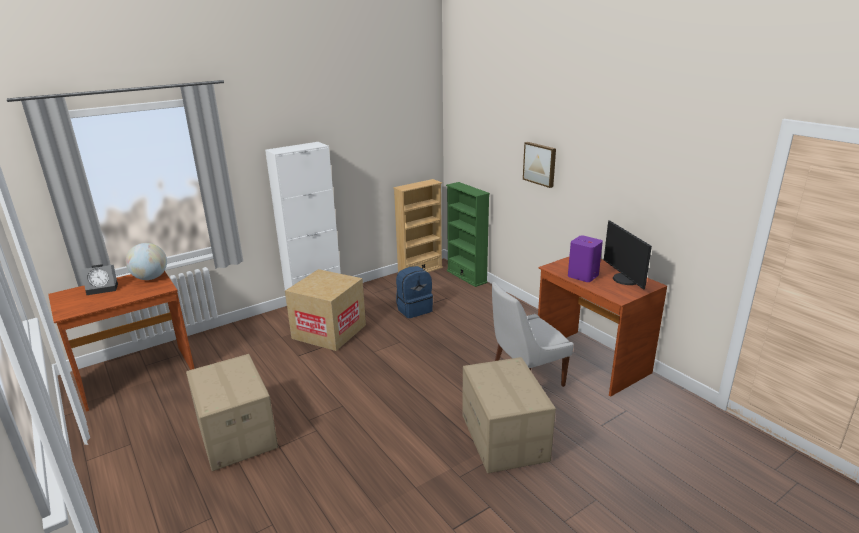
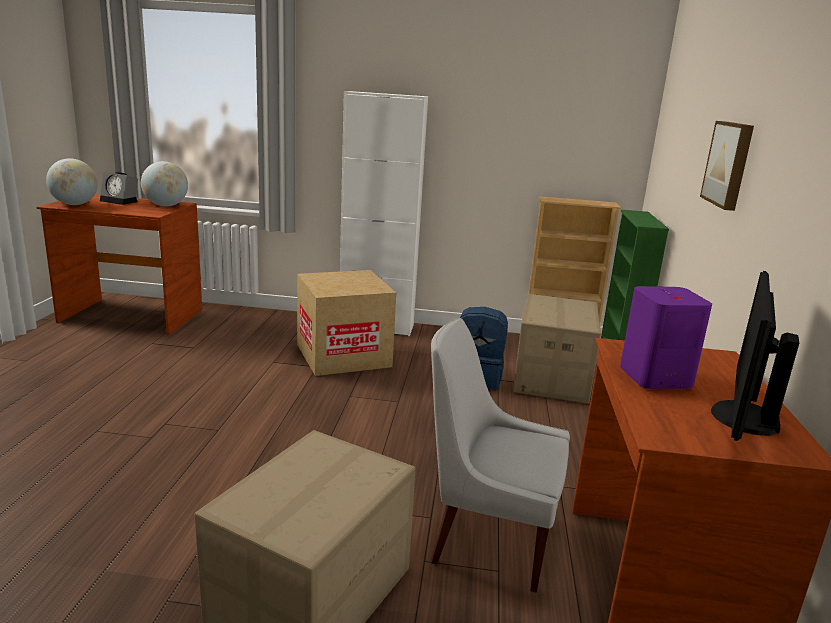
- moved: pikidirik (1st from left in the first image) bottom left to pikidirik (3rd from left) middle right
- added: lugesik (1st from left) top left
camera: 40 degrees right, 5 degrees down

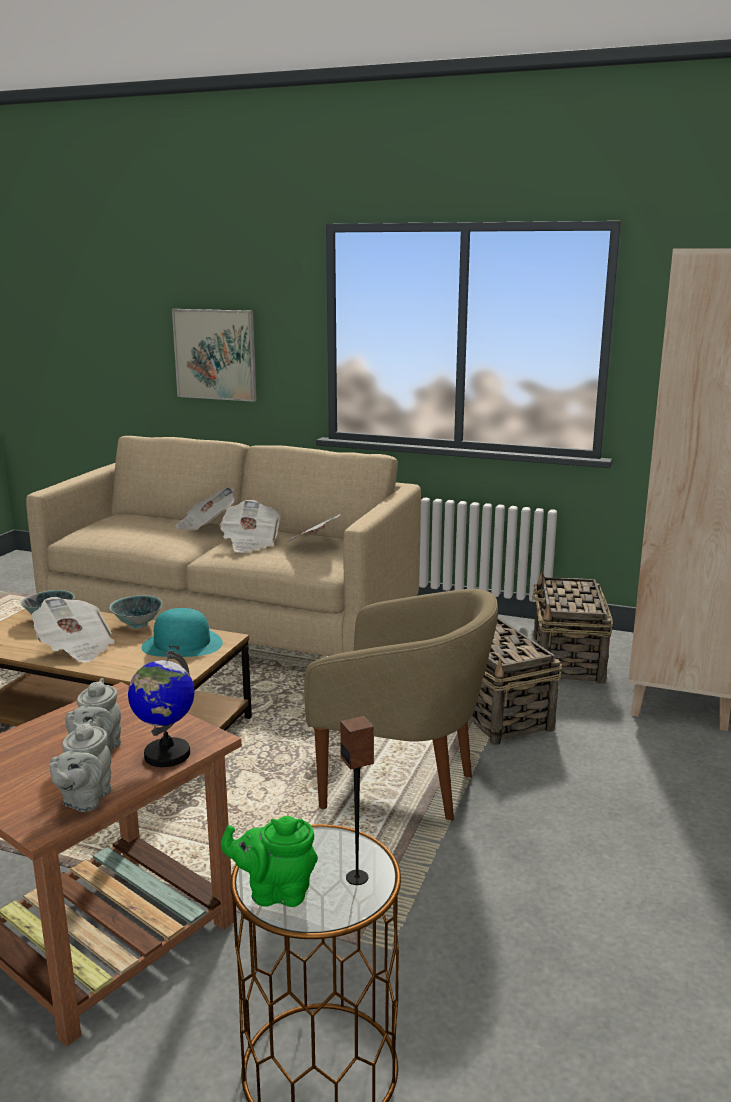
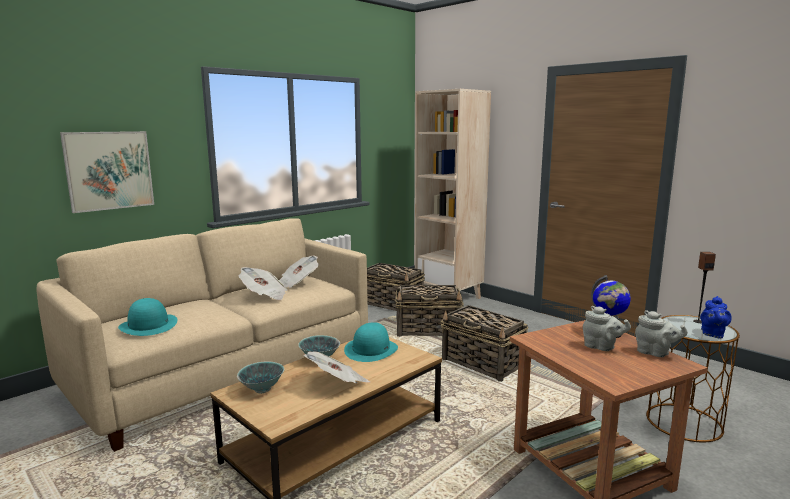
- removed: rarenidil (2nd from left) middle left
- replaced: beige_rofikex centre to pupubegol (3rd from left) bottom centre
- recoloured: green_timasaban bottom centre to blue_timasaban middle right
- added: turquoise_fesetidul (1st from left) middle left
camera: 65 degrees left, 5 degrees down

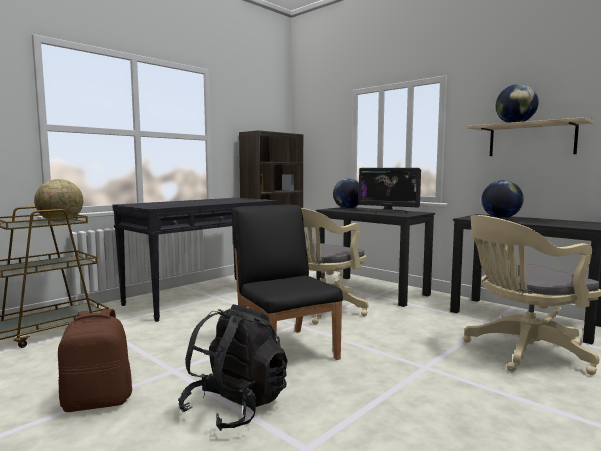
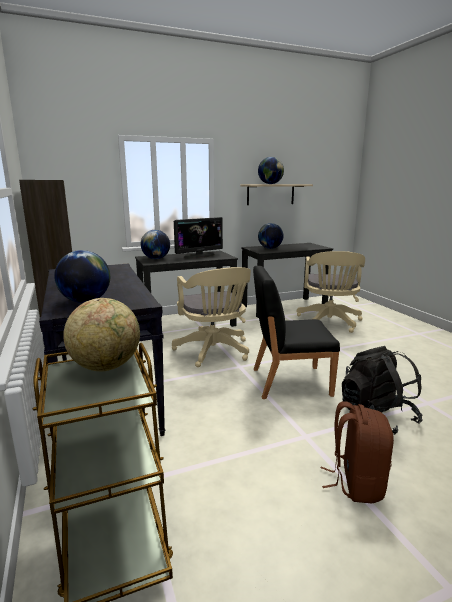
- added: lugesik (1st from left) middle left
camera: 65 degrees left, 10 degrees up

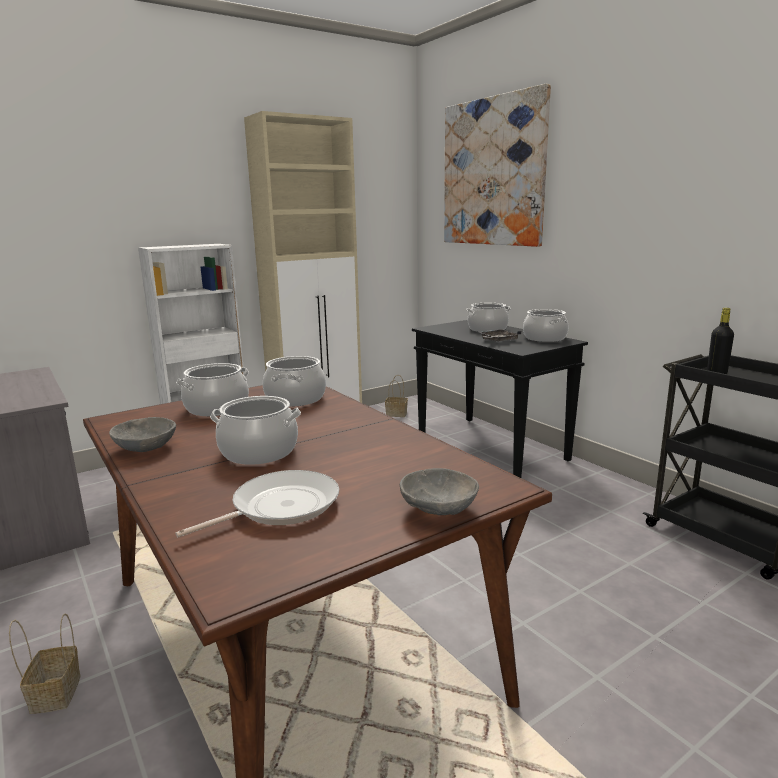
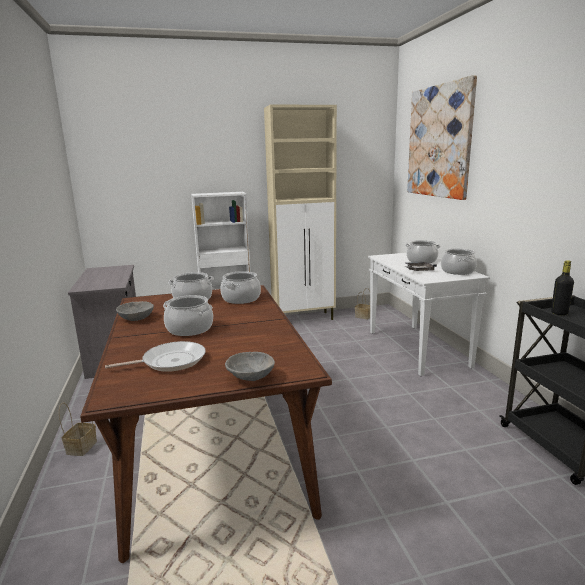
- recoloured: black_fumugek centre to white_fumugek middle right
camera: 20 degrees right, 0 degrees up

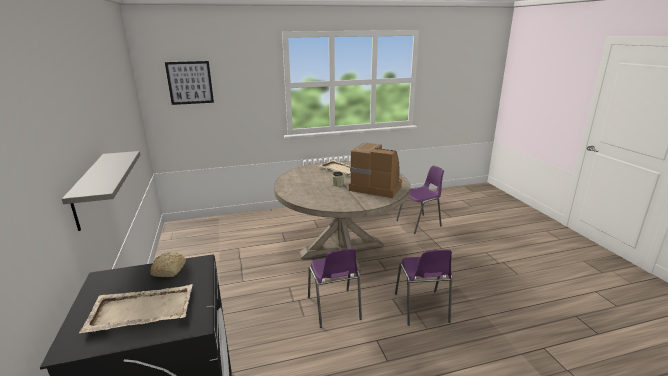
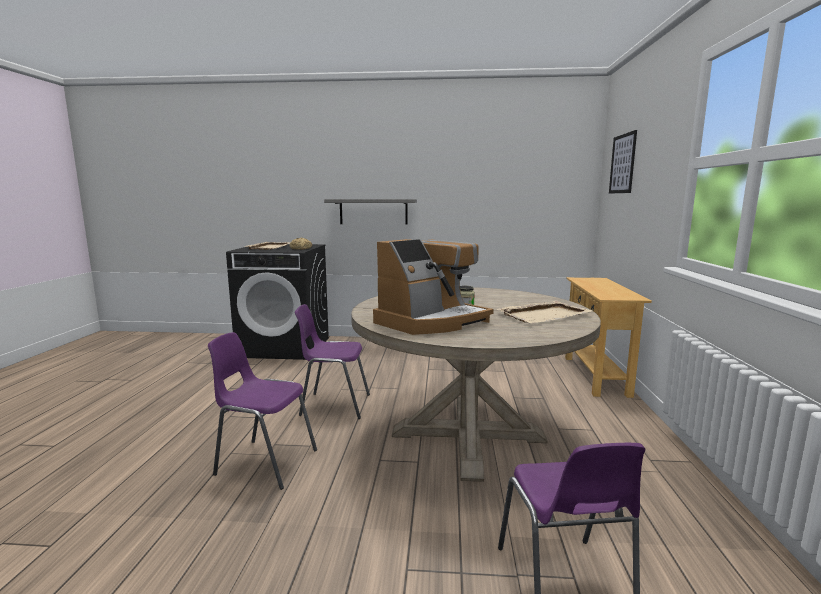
- added: beige_fumugek middle right
camera: 110 degrees right, 10 degrees down

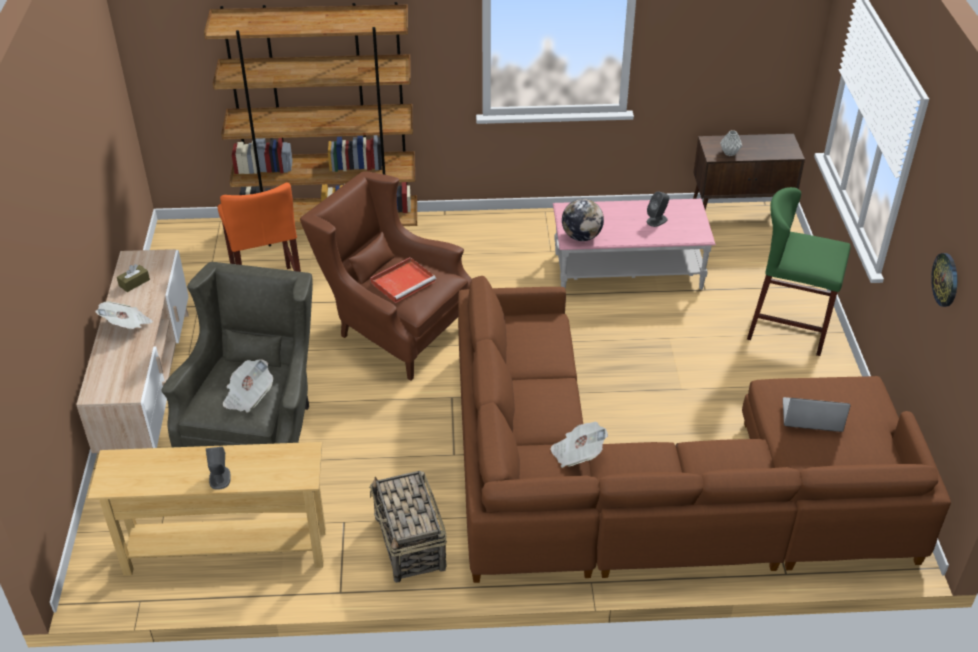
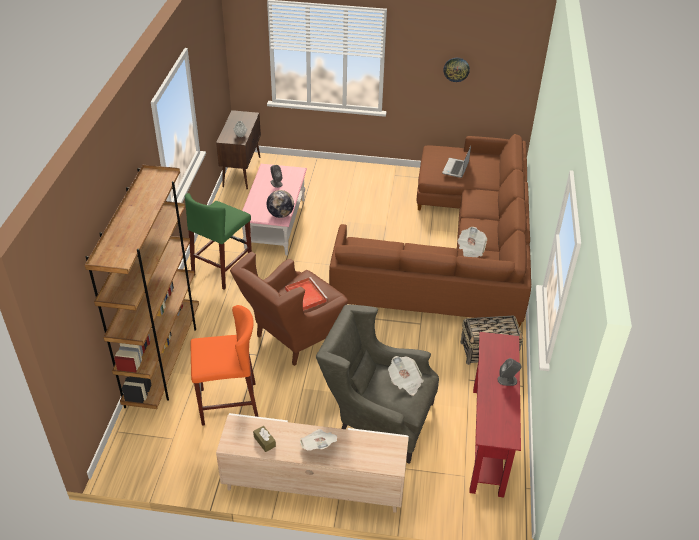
- moved: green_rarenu middle right to middle left
- recoloured: beige_fumugek bottom left to red_fumugek bottom right
camera: 80 degrees left, 0 degrees up

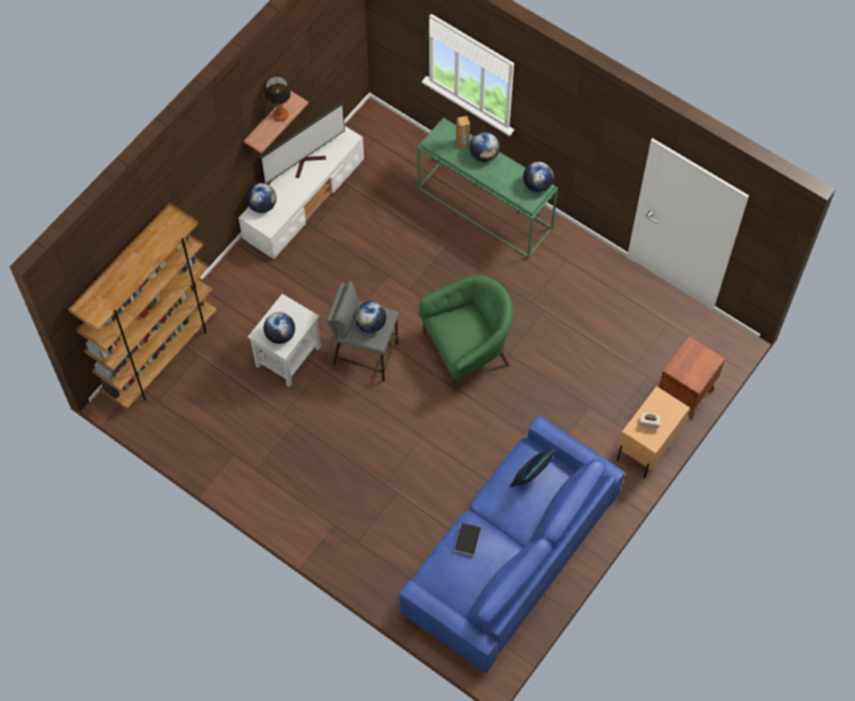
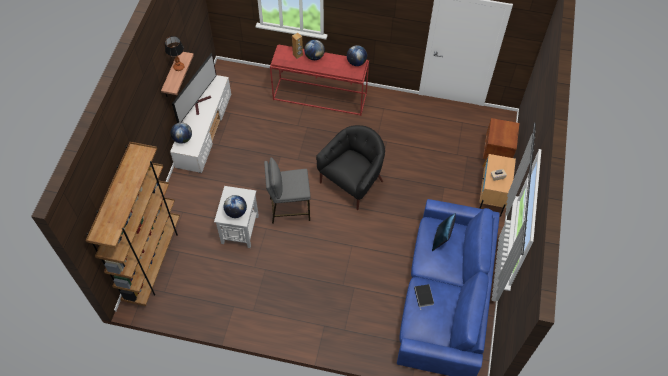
- recoloured: green_fumugek top centre to red_fumugek top centre
- recoloured: green_rofikex centre to black_rofikex centre
- removed: lugesik (3rd from left) centre
camera: 25 degrees left, 5 degrees down

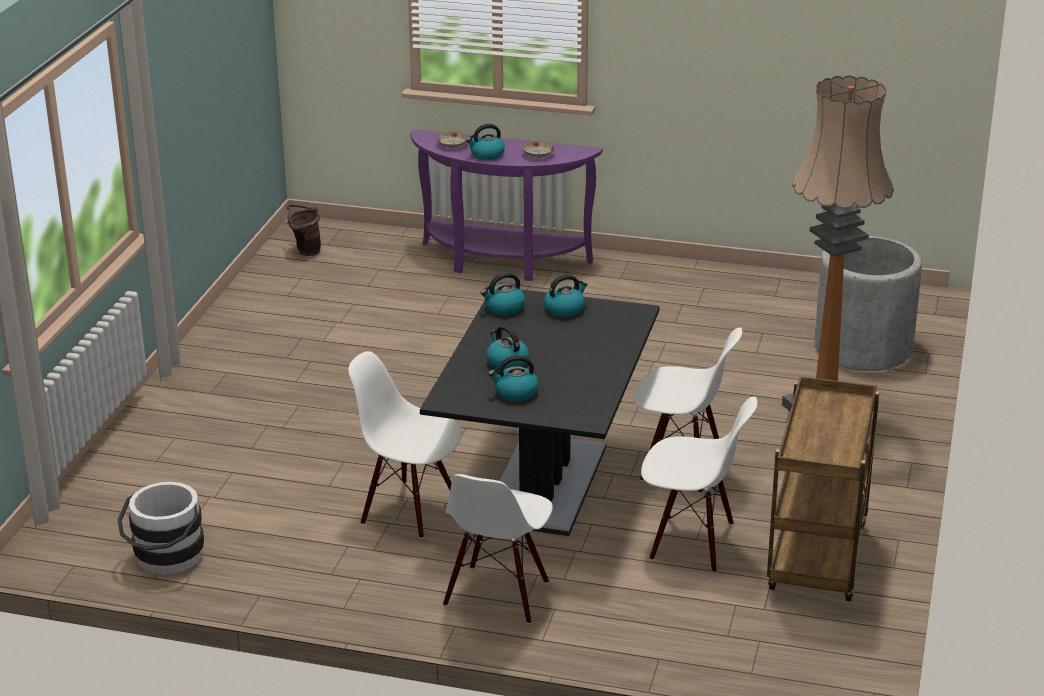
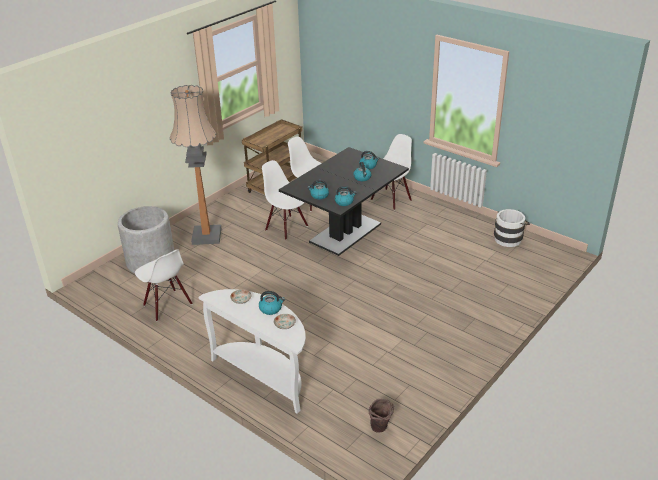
- recoloured: purple_fumugek top centre to white_fumugek bottom centre
- moved: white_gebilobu (1st from left) centre to middle left
camera: 155 degrees left, 5 degrees up

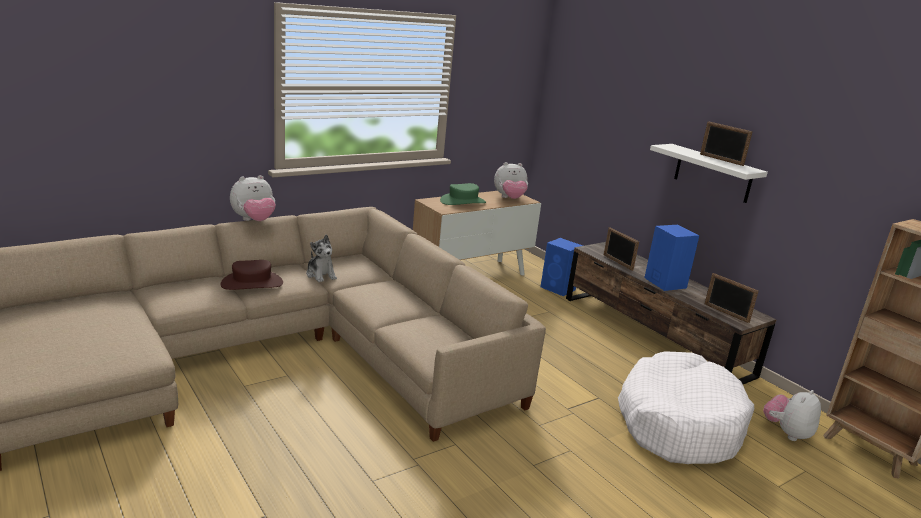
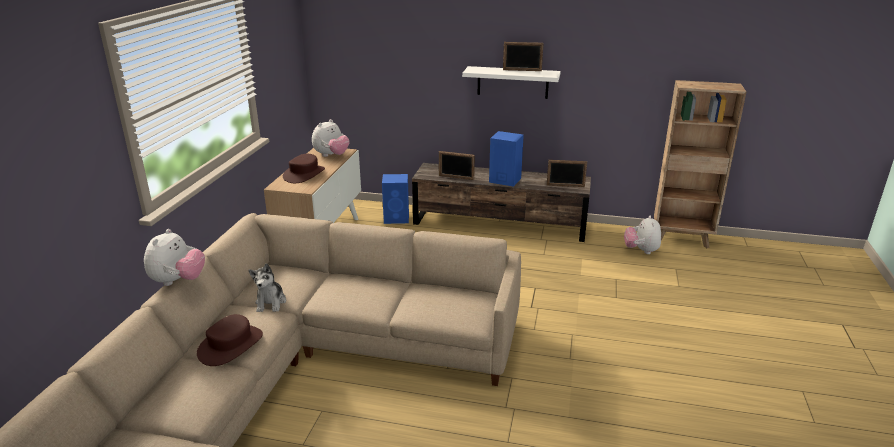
- recoloured: green_fesetidul centre to brown_fesetidul (2nd from left) centre
- turned: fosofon (2nd from left) centre = middle left 75 degrees clockwise
- removed: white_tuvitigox bottom right
camera: 40 degrees left, 5 degrees up

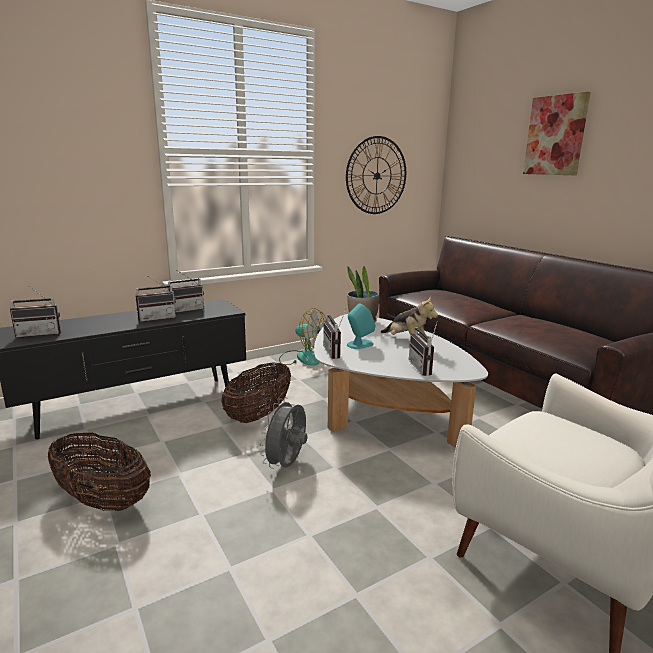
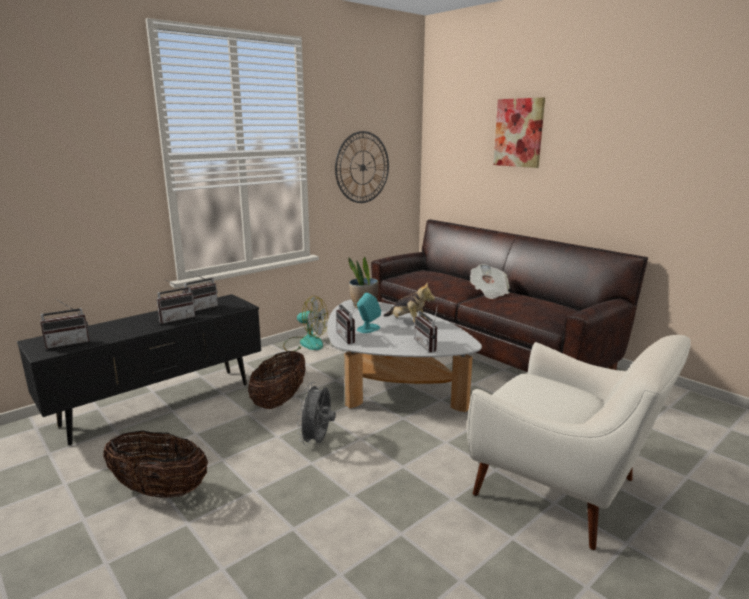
- added: rarenidil centre
camera: 10 degrees left, 0 degrees up

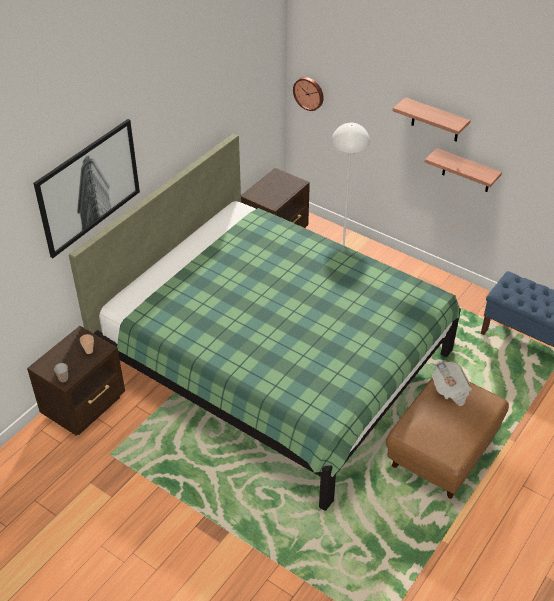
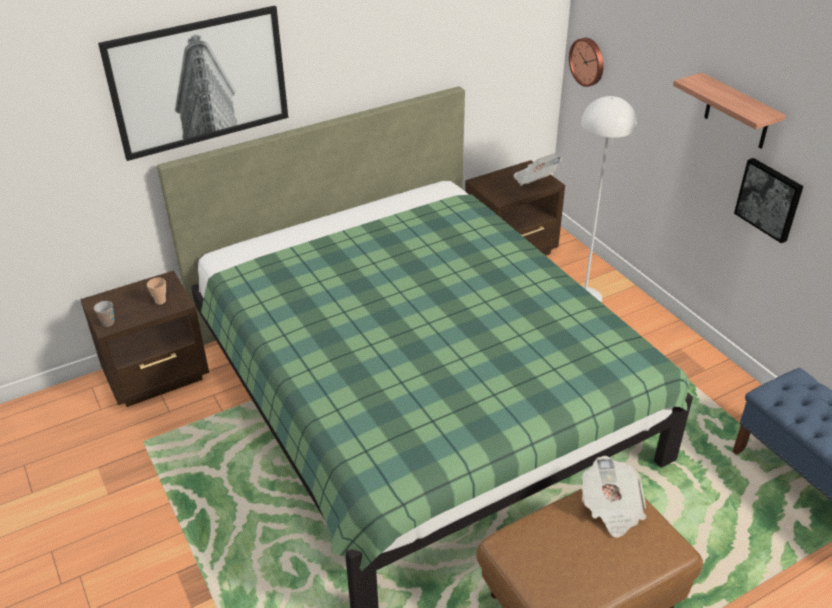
- replaced: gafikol (2nd from left) top right to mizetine (2nd from left) top right
- added: rarenidil (1st from left) top centre
camera: 25 degrees right, 5 degrees down

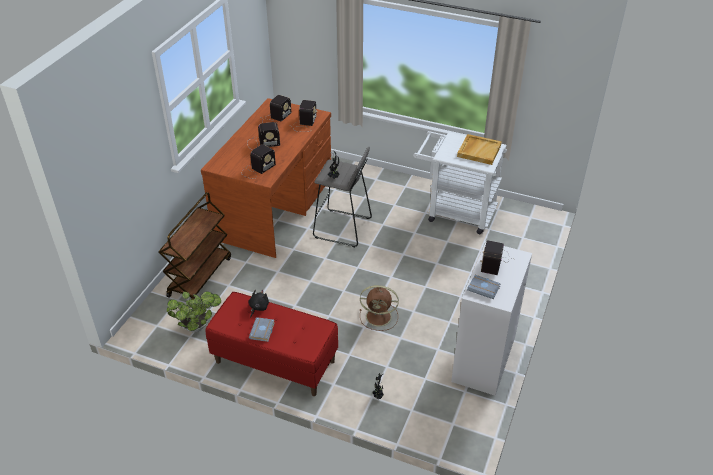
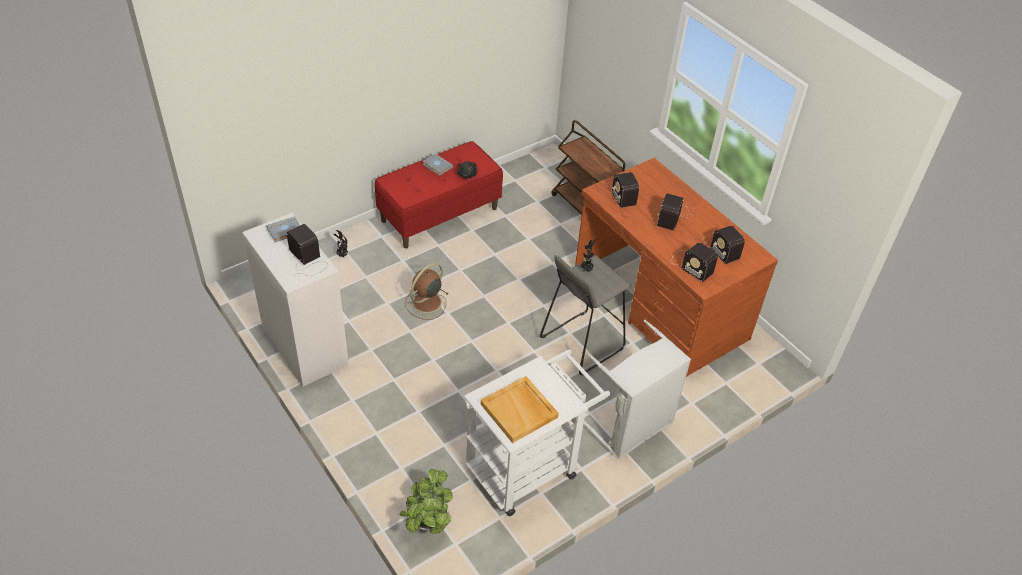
- moved: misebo (1st from left in the first image) middle left to misebo (2nd from left) bottom centre
- added: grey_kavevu bottom centre
camera: 120 degrees right, 5 degrees up

